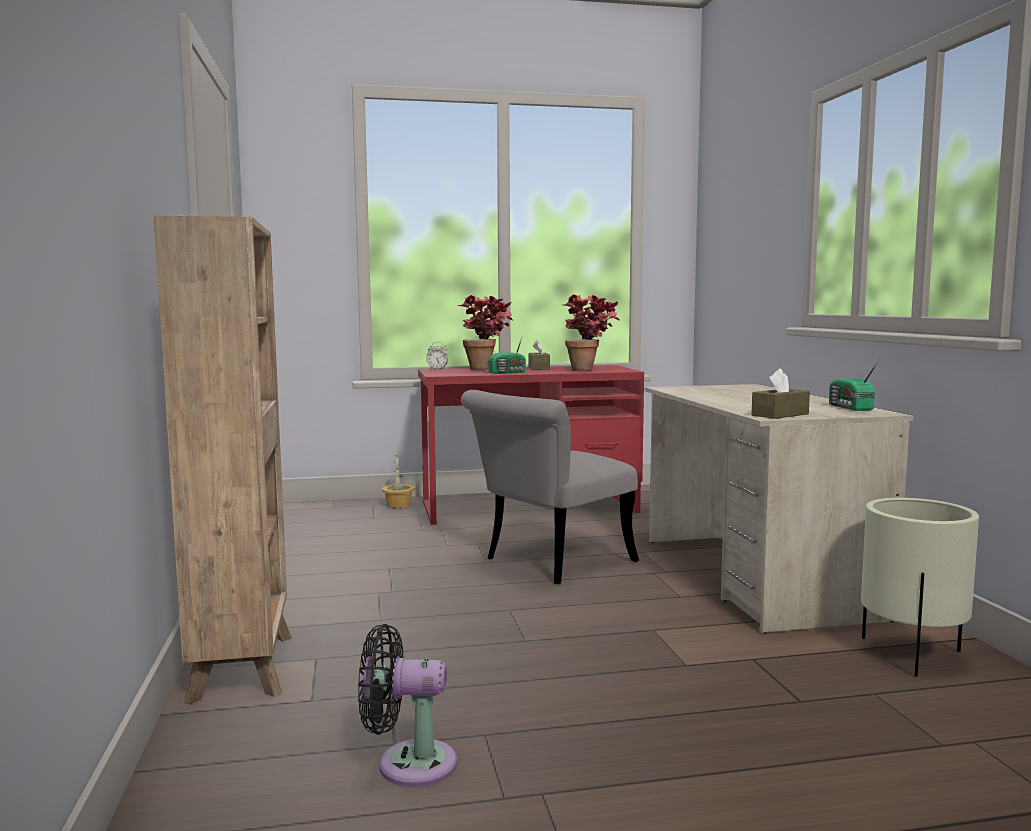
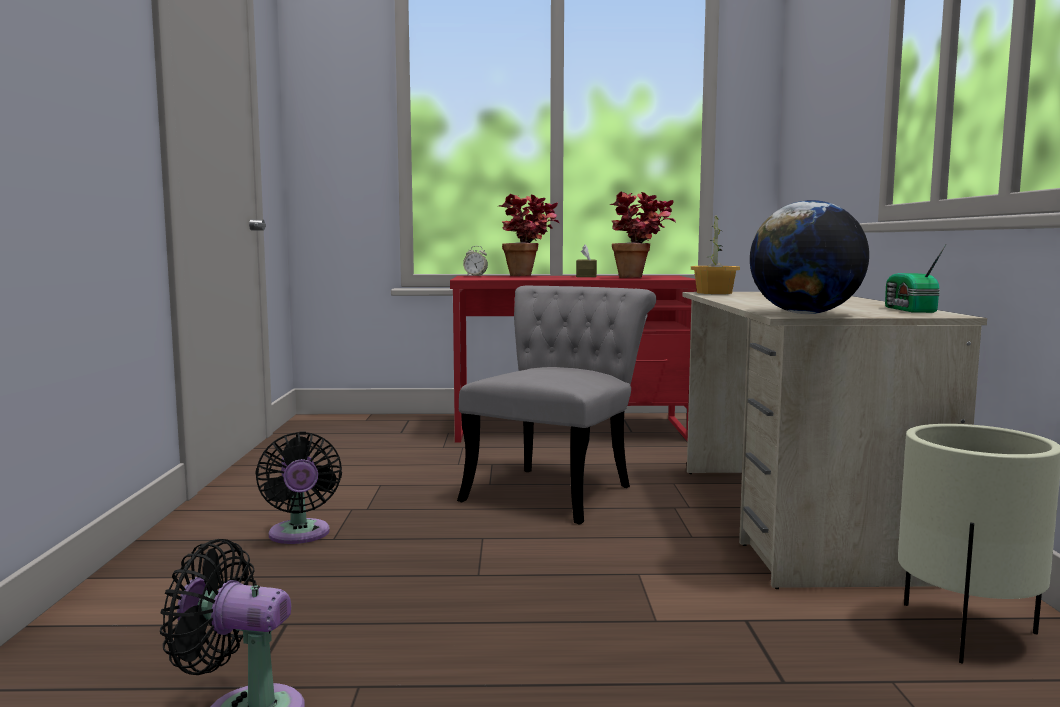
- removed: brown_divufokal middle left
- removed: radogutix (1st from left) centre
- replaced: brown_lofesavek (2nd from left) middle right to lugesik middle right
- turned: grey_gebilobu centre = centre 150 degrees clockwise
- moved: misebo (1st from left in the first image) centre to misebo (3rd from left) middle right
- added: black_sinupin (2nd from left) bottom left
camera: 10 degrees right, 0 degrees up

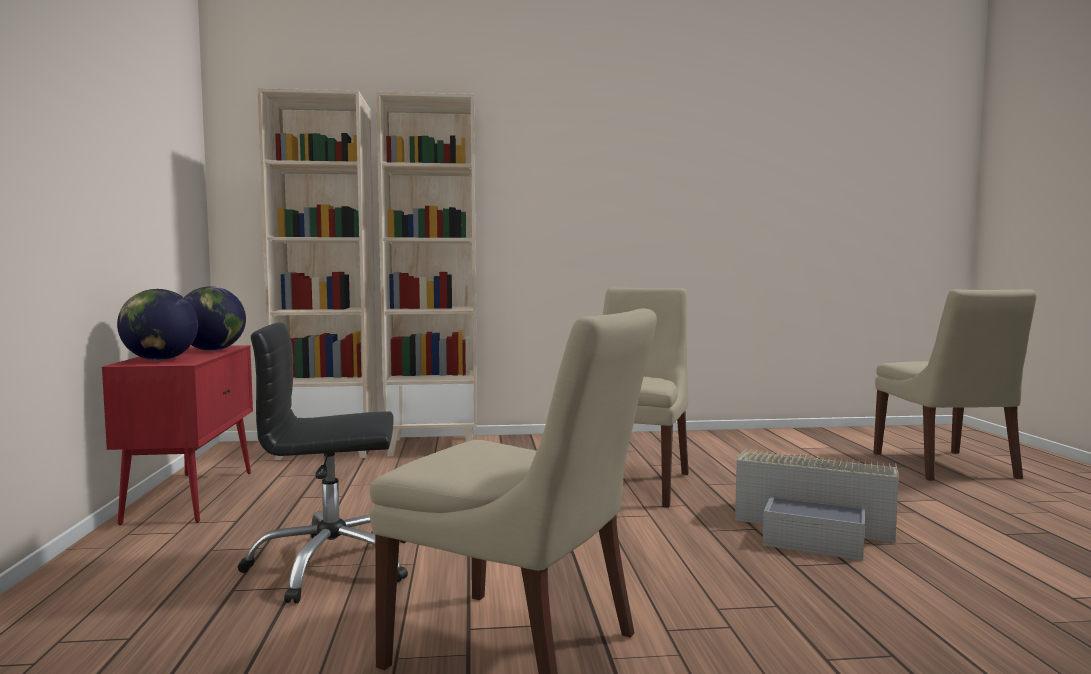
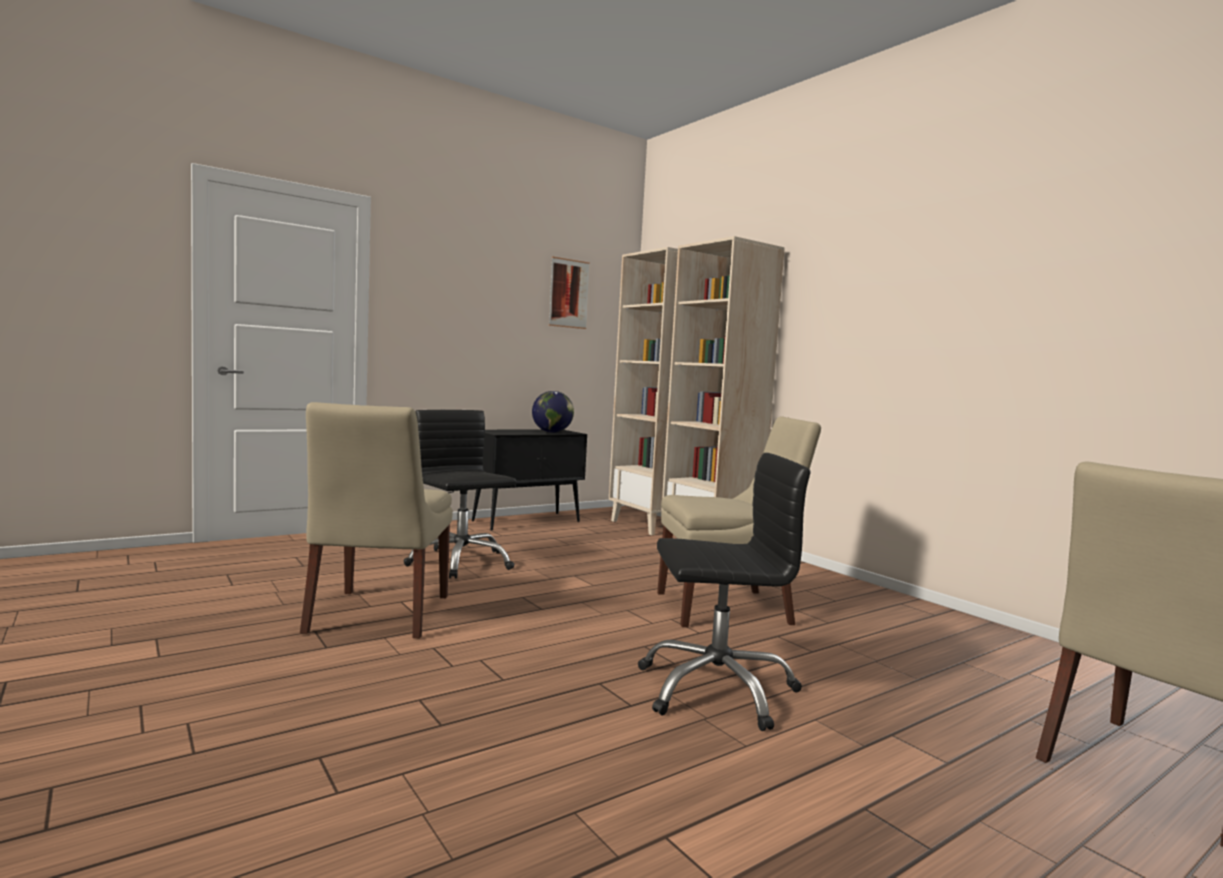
- removed: lugesik (1st from left) middle left
- recoloured: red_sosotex middle left to black_sosotex centre
- replaced: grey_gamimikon bottom right to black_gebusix (2nd from left) bottom centre
- added: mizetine centre
camera: 60 degrees right, 0 degrees up

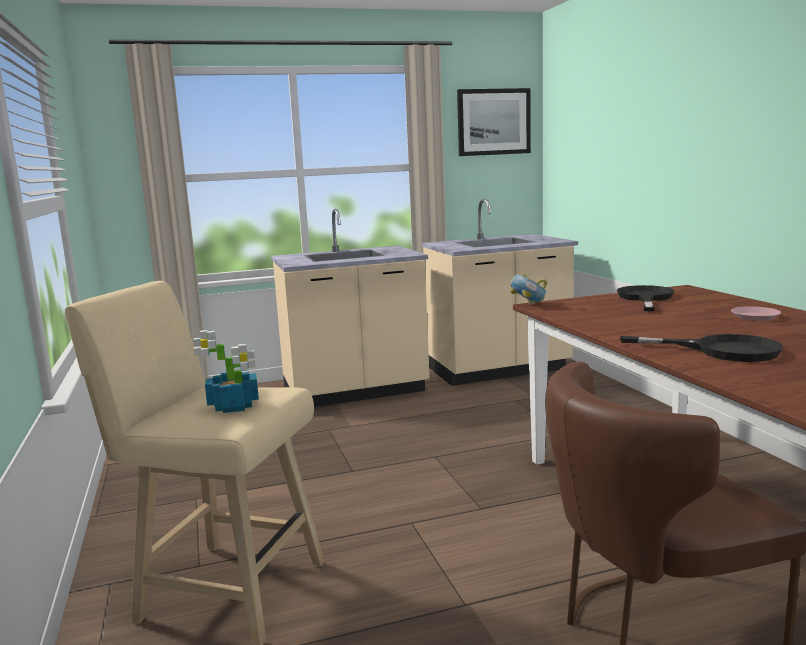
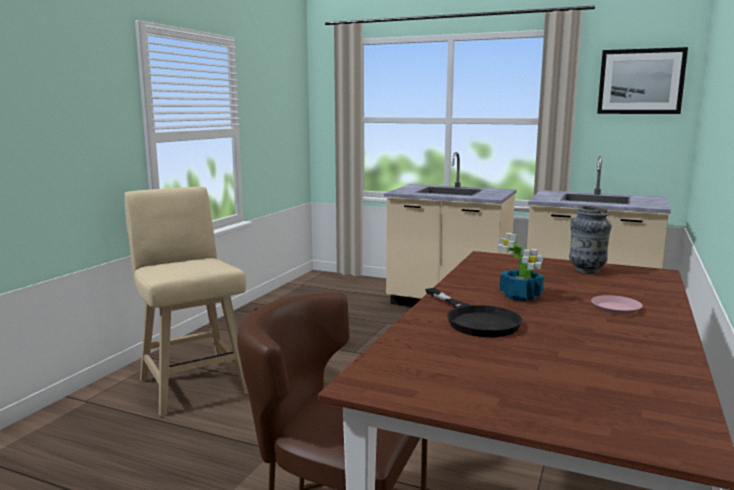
- removed: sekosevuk centre
- replaced: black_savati (1st from left) middle right to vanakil middle right
- moved: misebo middle left to middle right
camera: 40 degrees right, 0 degrees up

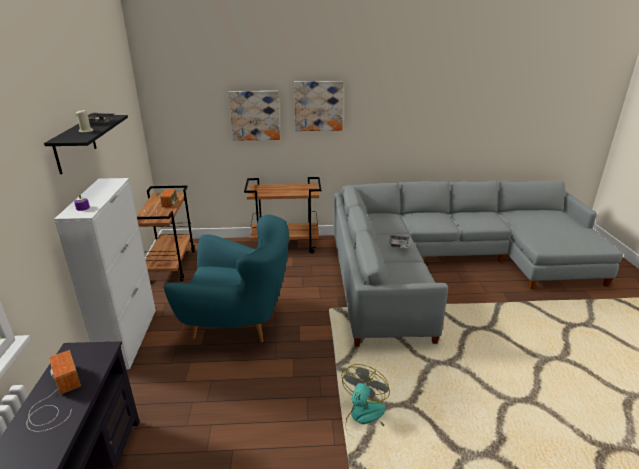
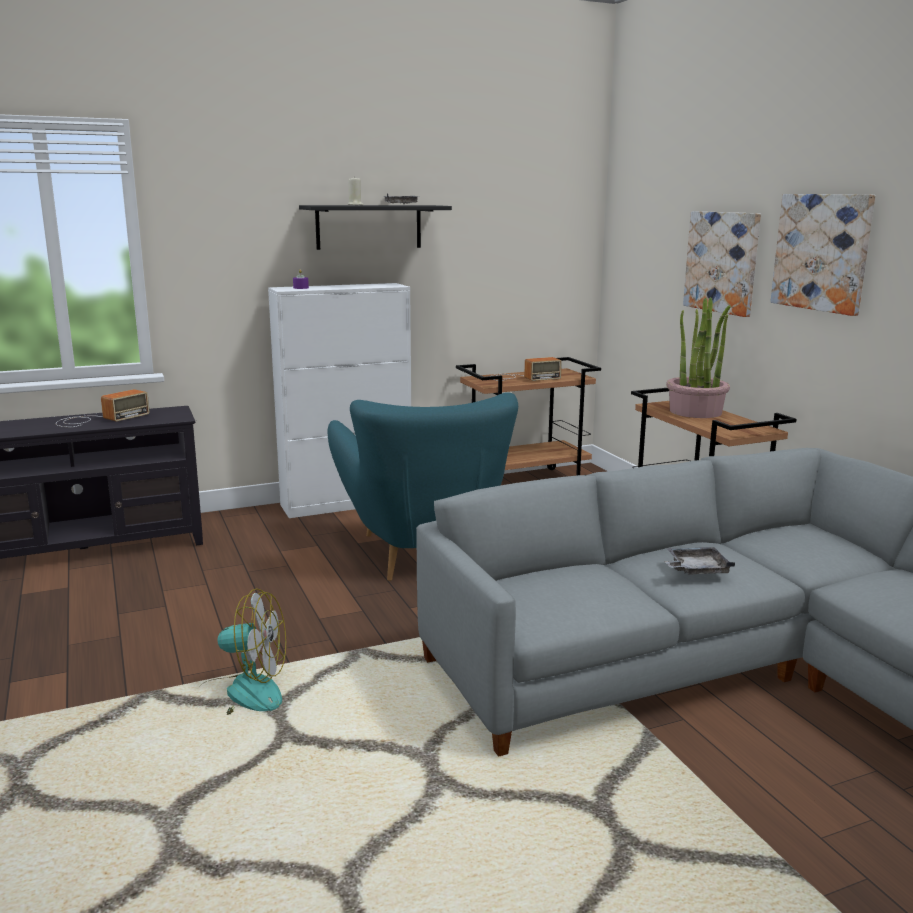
- added: misebo middle right
camera: 70 degrees right, 10 degrees down

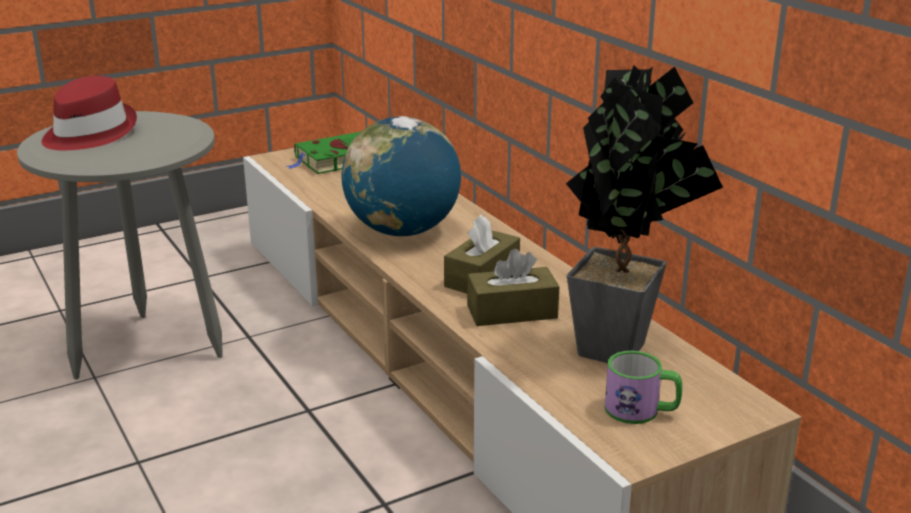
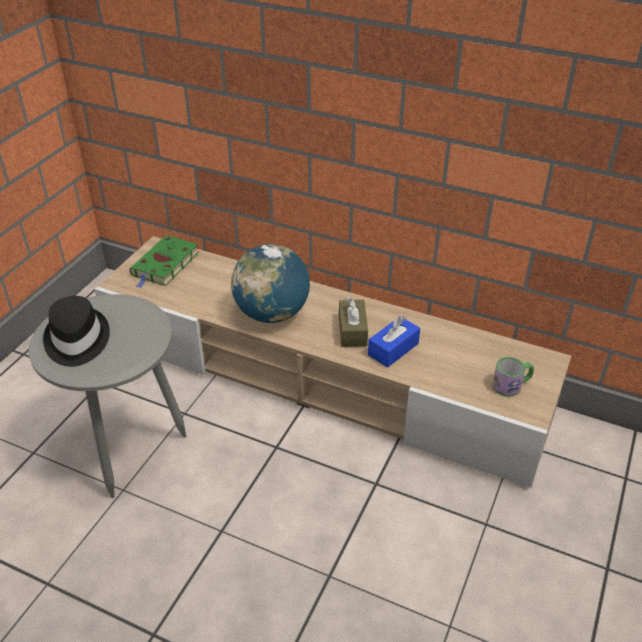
- removed: misebo middle right
- recoloured: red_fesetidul top left to black_fesetidul middle left
- recoloured: brown_lofesavek (2nd from left) centre to blue_lofesavek centre
camera: 35 degrees left, 15 degrees up

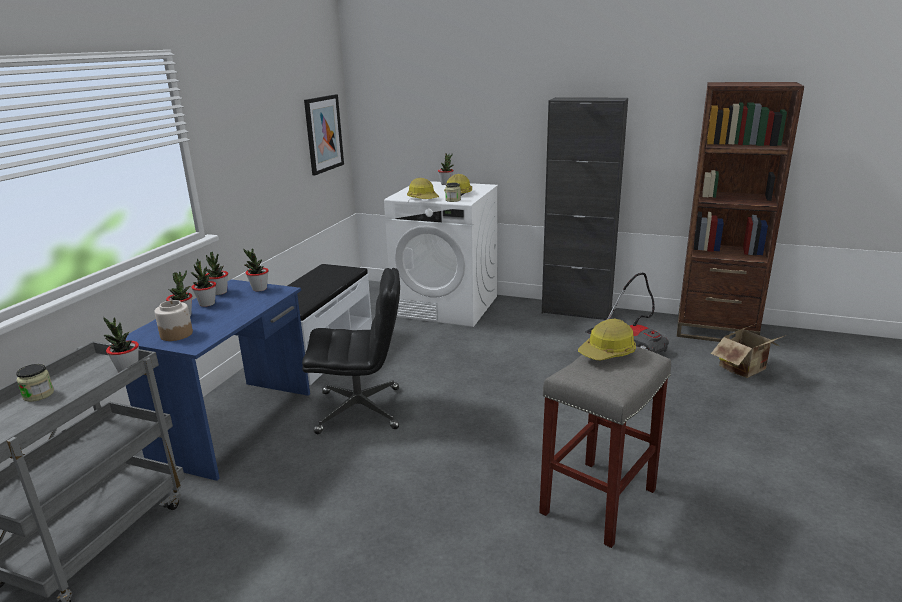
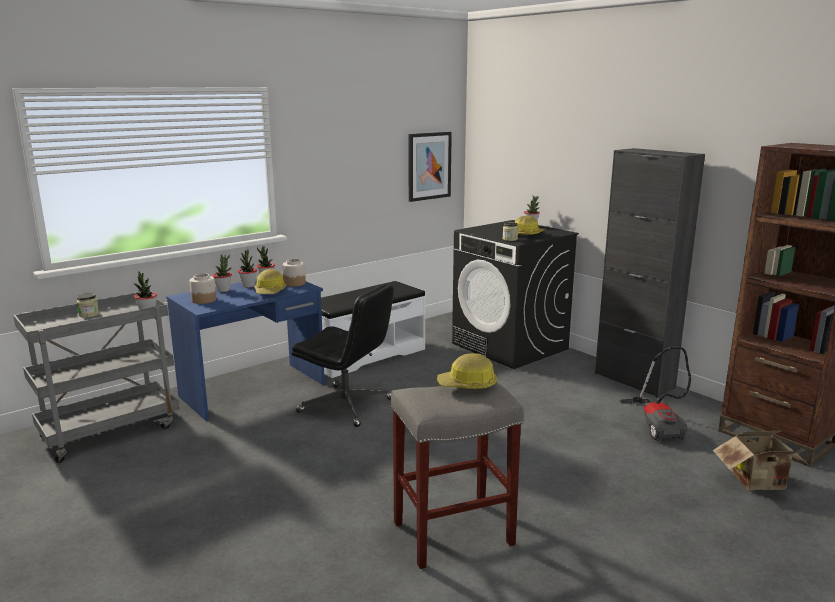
- moved: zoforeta (1st from left) top centre to middle left
- recoloured: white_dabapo centre to black_dabapo centre
- replaced: misebo (5th from left) middle left to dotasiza (3rd from left) centre
camera: 30 degrees right, 5 degrees down

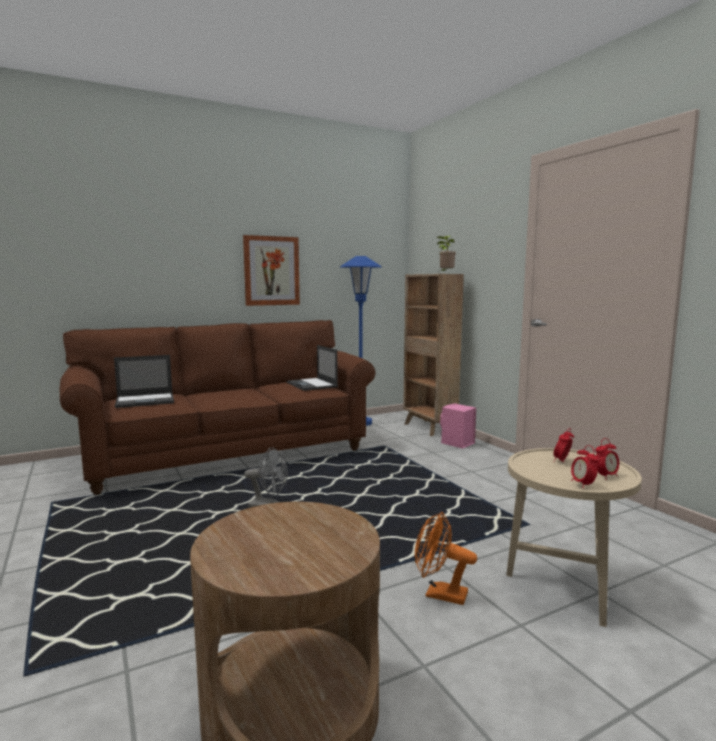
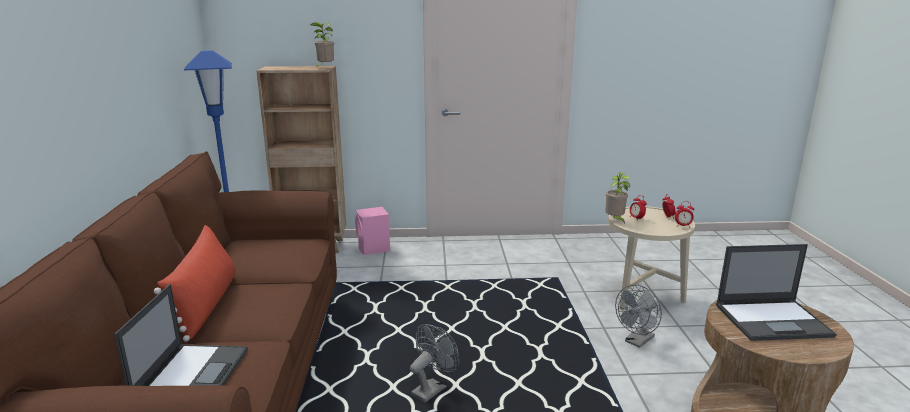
- removed: mizetine centre
- moved: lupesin (2nd from left) centre to bottom right
- recoloured: orange_sinupin bottom centre to grey_sinupin (2nd from left) bottom right
- added: misebo (2nd from left) middle right
- added: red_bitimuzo bottom left
camera: 65 degrees left, 10 degrees up

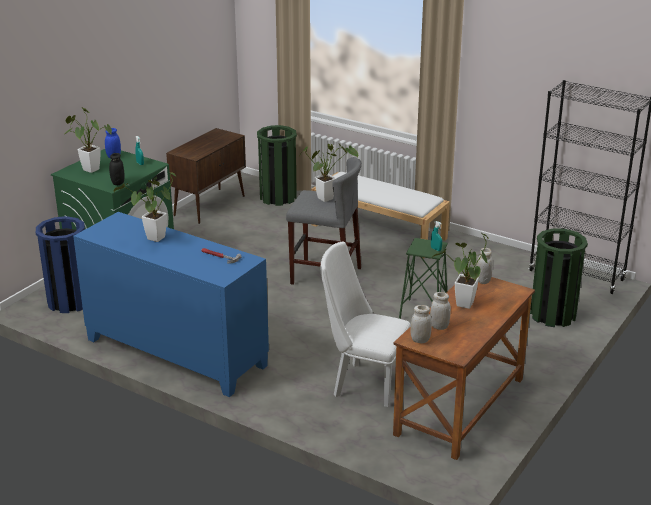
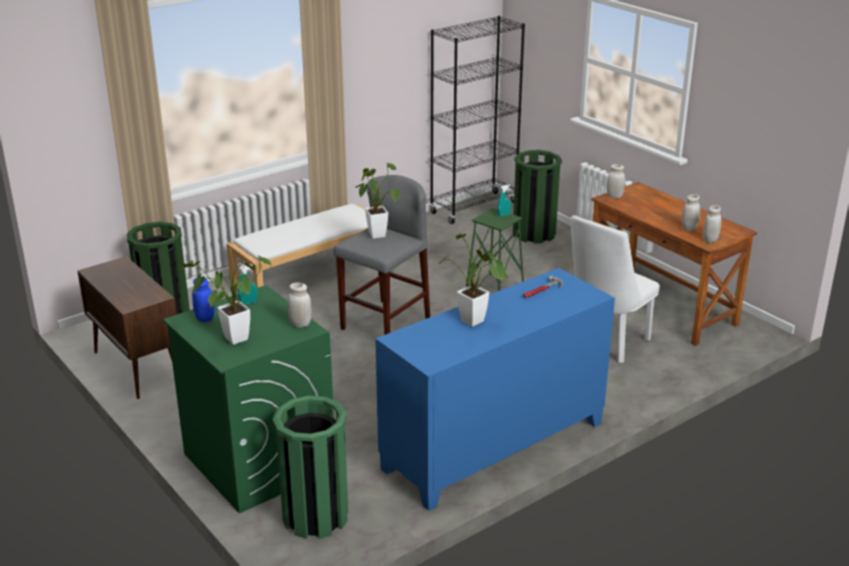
- recoloured: black_dotasiza middle left to white_dotasiza (1st from left) centre
- recoloured: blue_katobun middle left to green_katobun (2nd from left) bottom centre
- removed: misebo (4th from left) middle right
camera: 70 degrees left, 0 degrees up

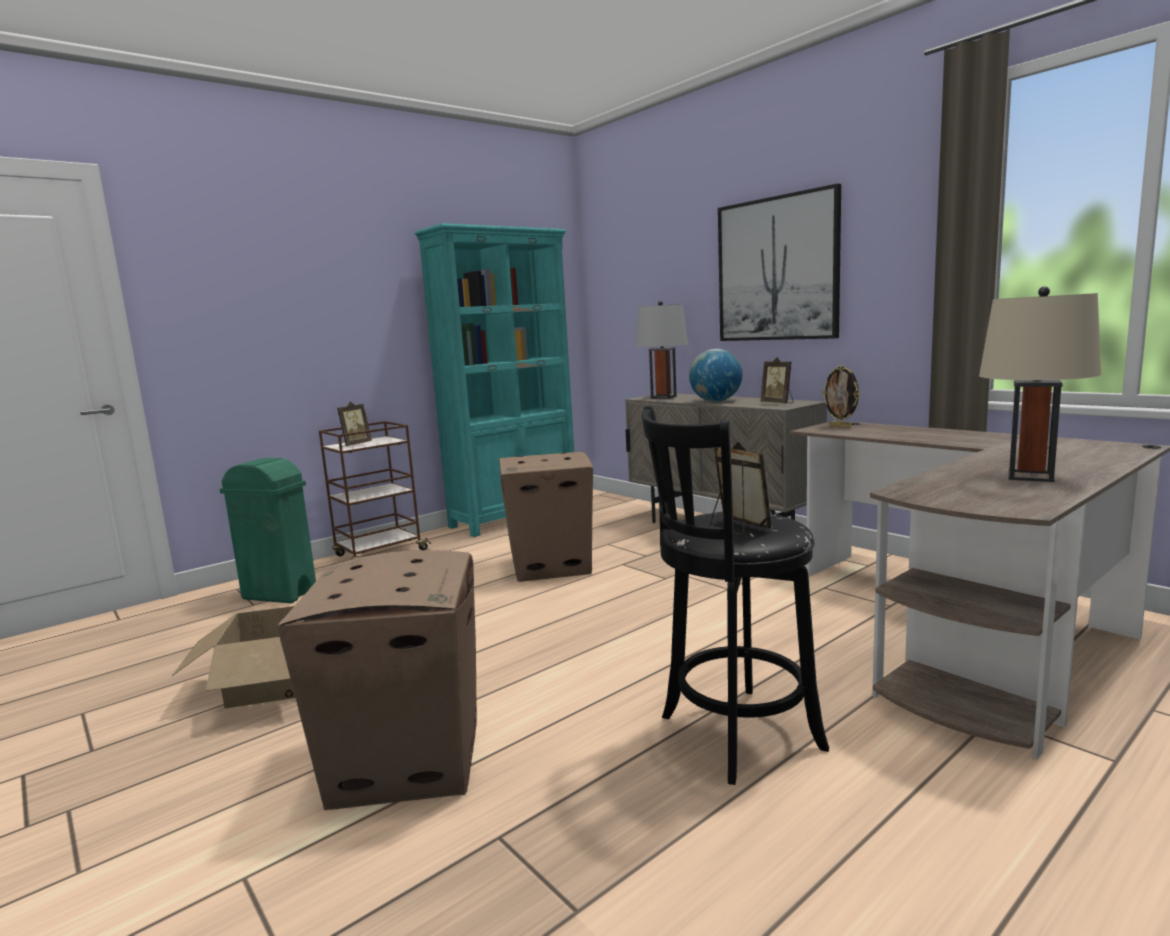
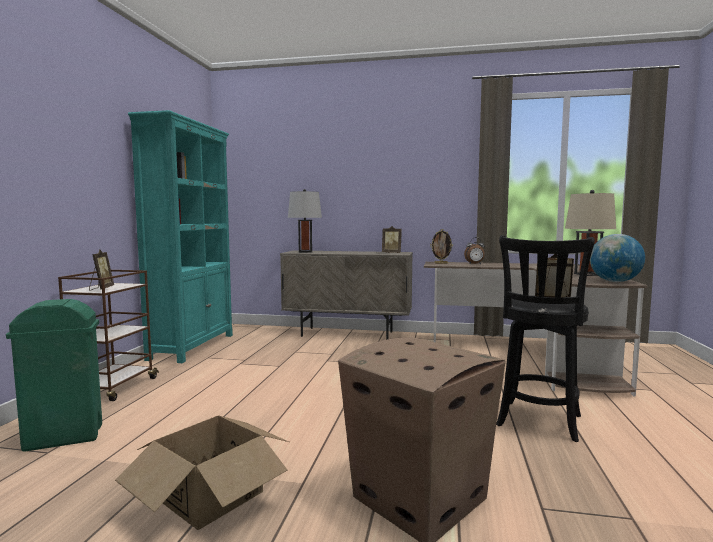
- removed: mizetine top centre
- moved: lugesik centre to middle right
- removed: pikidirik (3rd from left) centre
- added: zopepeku centre
camera: 40 degrees left, 5 degrees down

